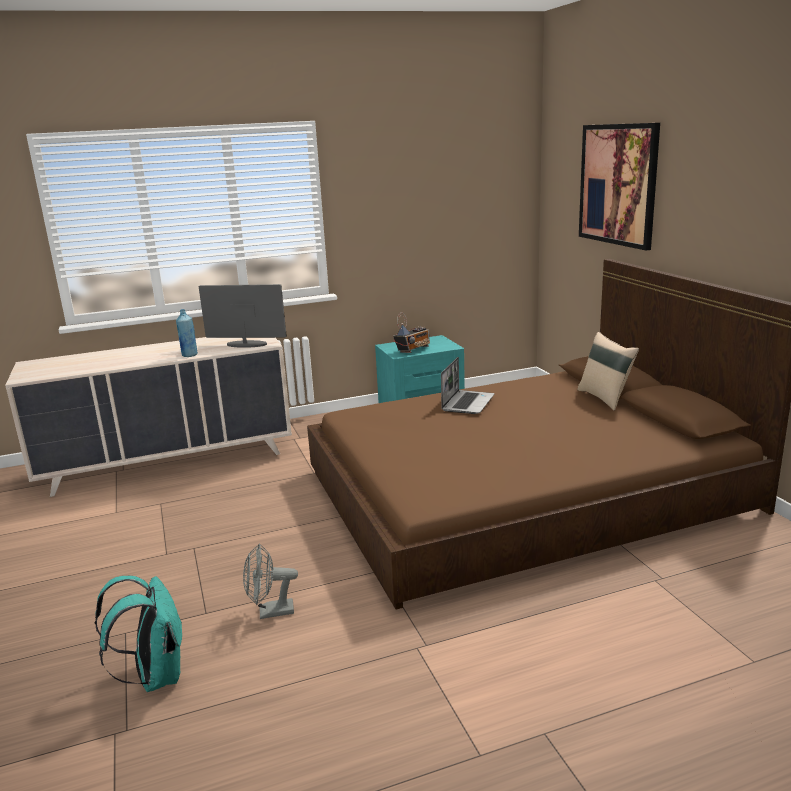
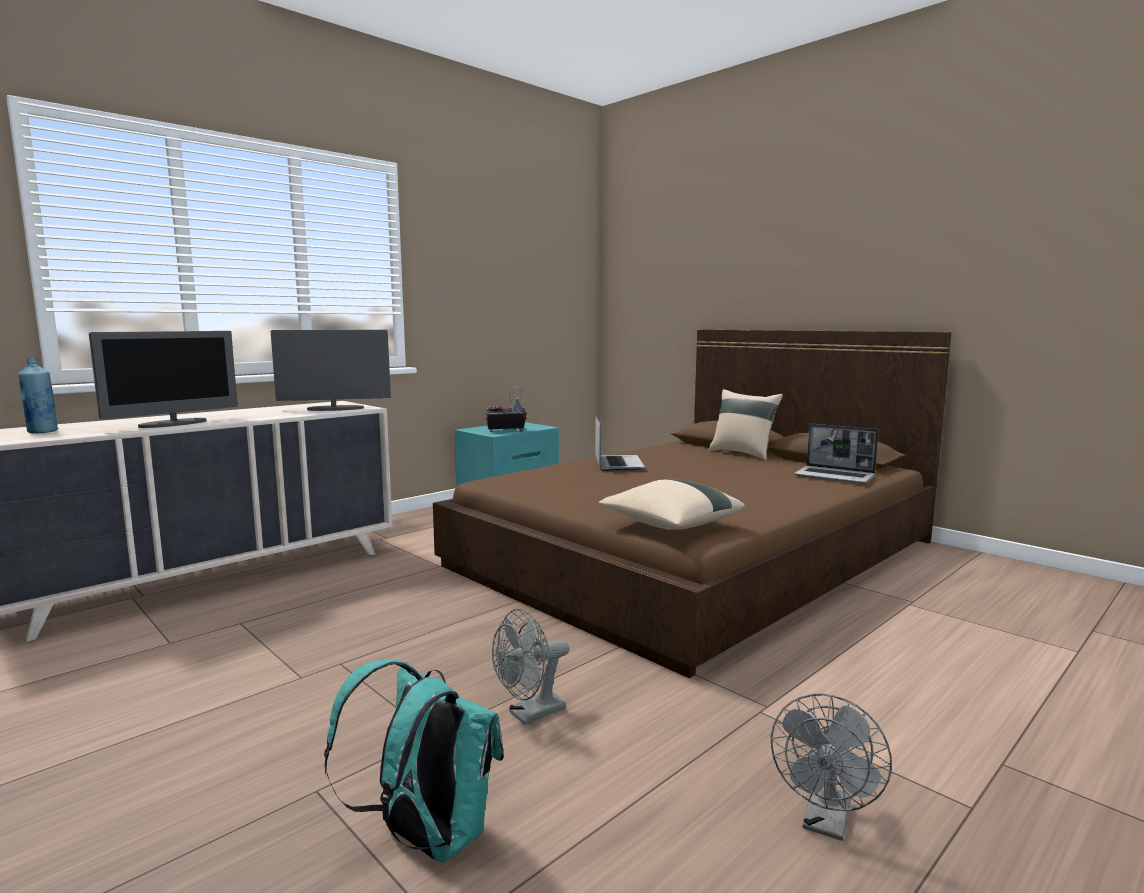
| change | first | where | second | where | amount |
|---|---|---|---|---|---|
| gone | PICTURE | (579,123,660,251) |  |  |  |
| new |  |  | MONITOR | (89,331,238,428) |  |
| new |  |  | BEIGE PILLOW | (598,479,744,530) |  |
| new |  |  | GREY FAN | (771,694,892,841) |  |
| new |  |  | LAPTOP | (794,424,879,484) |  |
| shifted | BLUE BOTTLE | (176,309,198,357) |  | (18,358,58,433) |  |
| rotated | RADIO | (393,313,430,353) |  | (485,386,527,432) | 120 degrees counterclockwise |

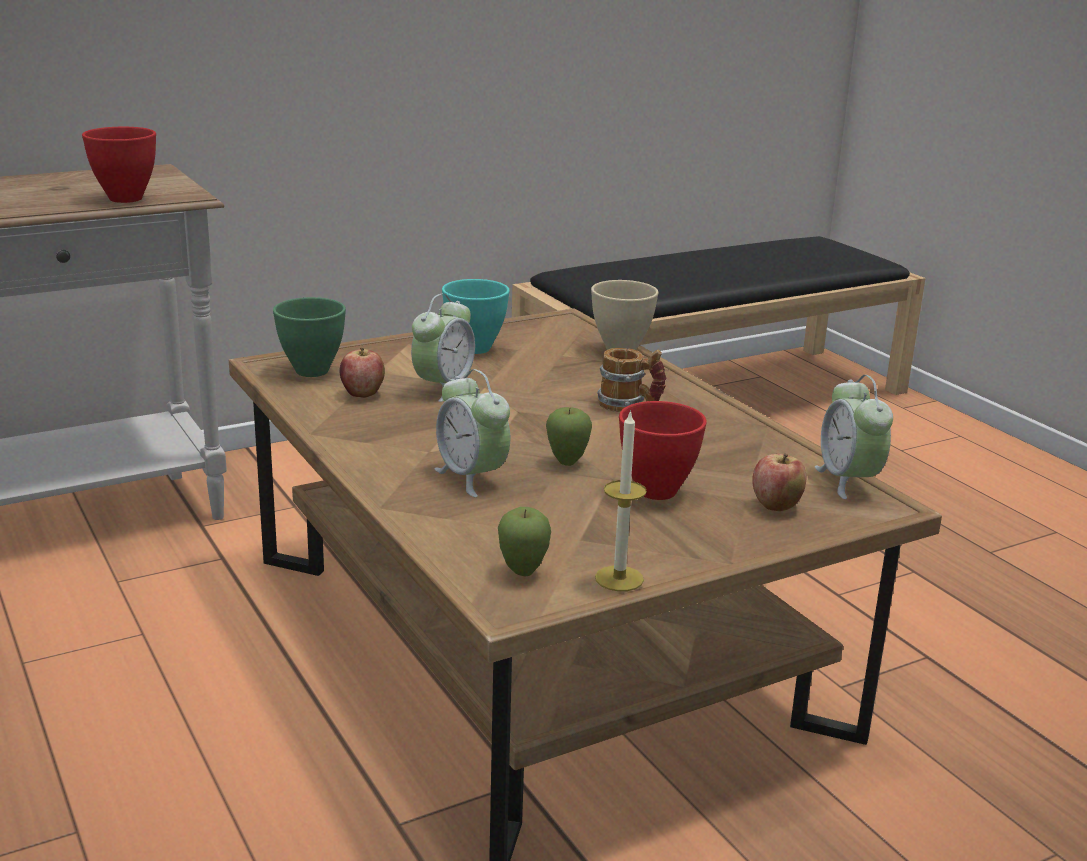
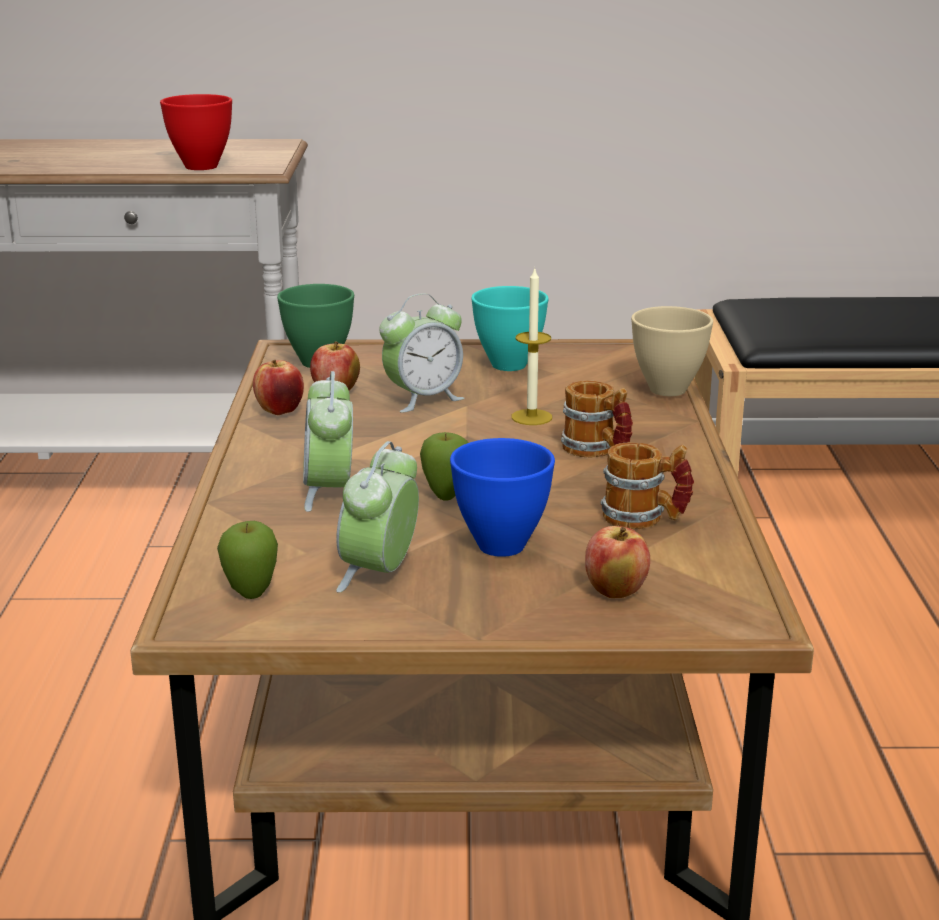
| change | first | where | second | where | amount |
|---|---|---|---|---|---|
| new |  |  | APPLE | (253,360,304,415) |  |
| new |  |  | MUG | (600,443,694,529) |  |
| shifted | CANDLE | (595,410,647,591) |  | (511,267,552,425) |  |
| shifted | ALARM CLOCK | (815,375,893,499) |  | (336,441,419,593) |  |
| repainted | RED BOWL | (619,401,707,500) | BLUE BOWL | (450,438,555,557) |  |

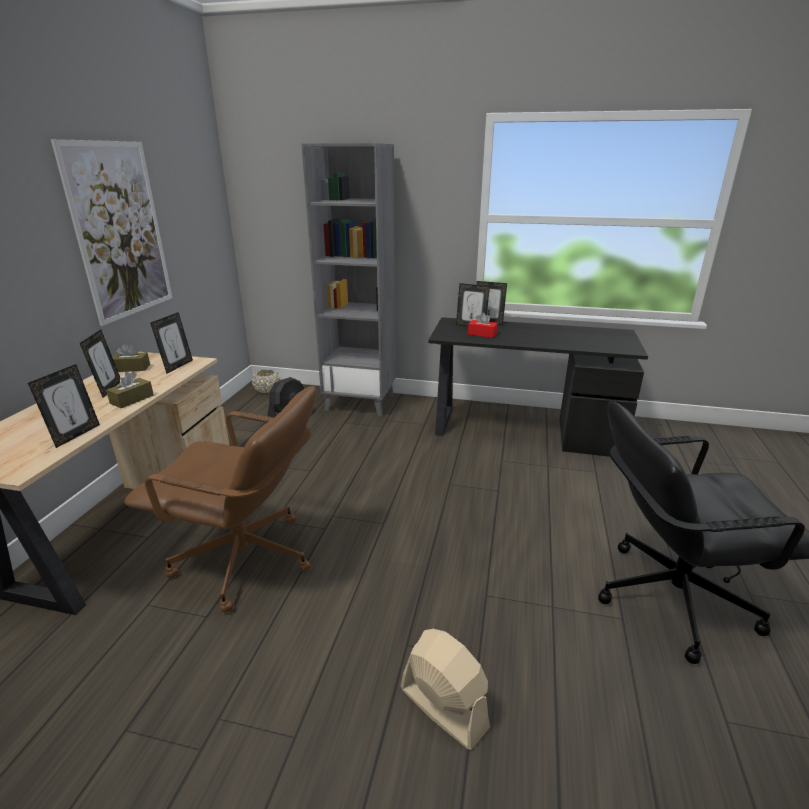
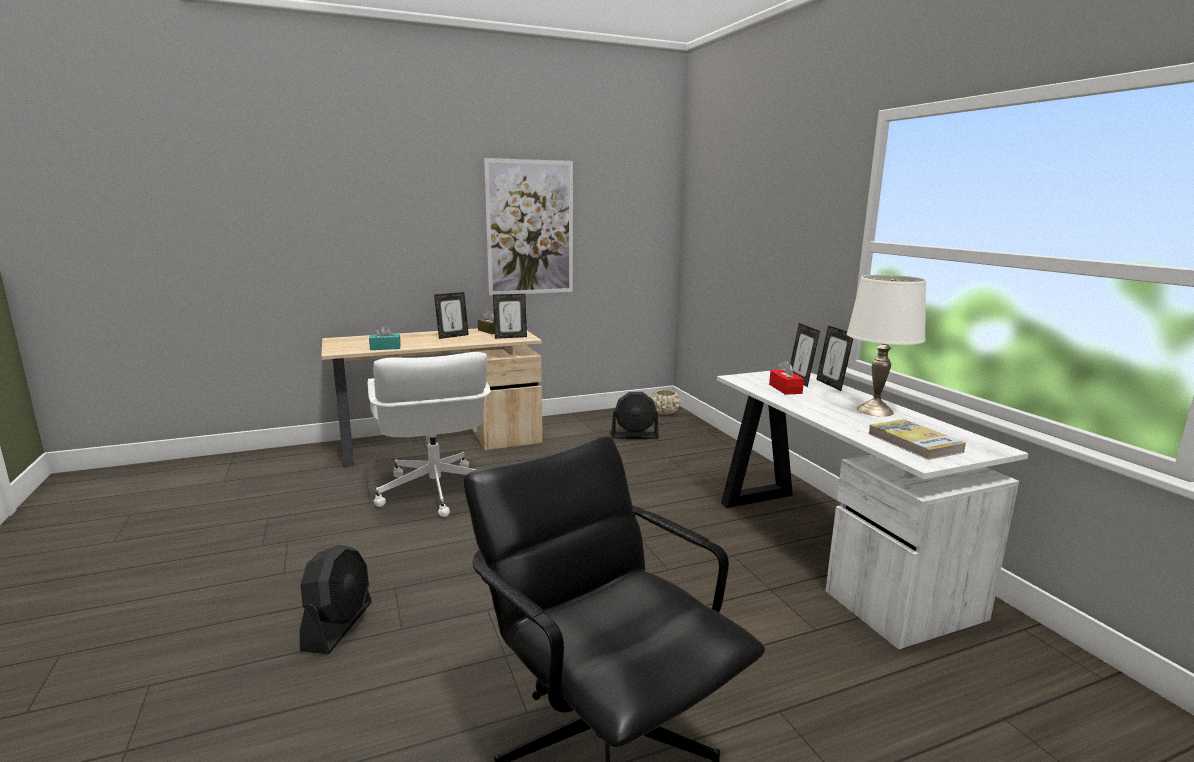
| change | first | where | second | where | amount |
|---|---|---|---|---|---|
| gone | BROWN TISSUE BOX | (106,372,154,408) |  |  |  |
| gone | GREY BOOKCASE | (301,143,396,417) |  |  |  |
| new |  |  | WHITE TABLE LAMP | (847,275,926,417) |  |
| new |  |  | BOOK | (868,419,966,460) |  |
| swapped | PICTURE FRAME | (28,364,100,448) | TURQUOISE TISSUE BOX | (369,324,401,350) |  |
| repainted | BROWN OFFICE CHAIR | (124,386,316,612) | WHITE OFFICE CHAIR | (367,352,491,517) |  |
| repainted | BEIGE FAN | (401,629,490,750) | BLACK FAN | (300,545,371,655) |  |
| repainted | BLACK DESK | (428,317,648,457) | WHITE DESK | (717,369,1029,650) |  |

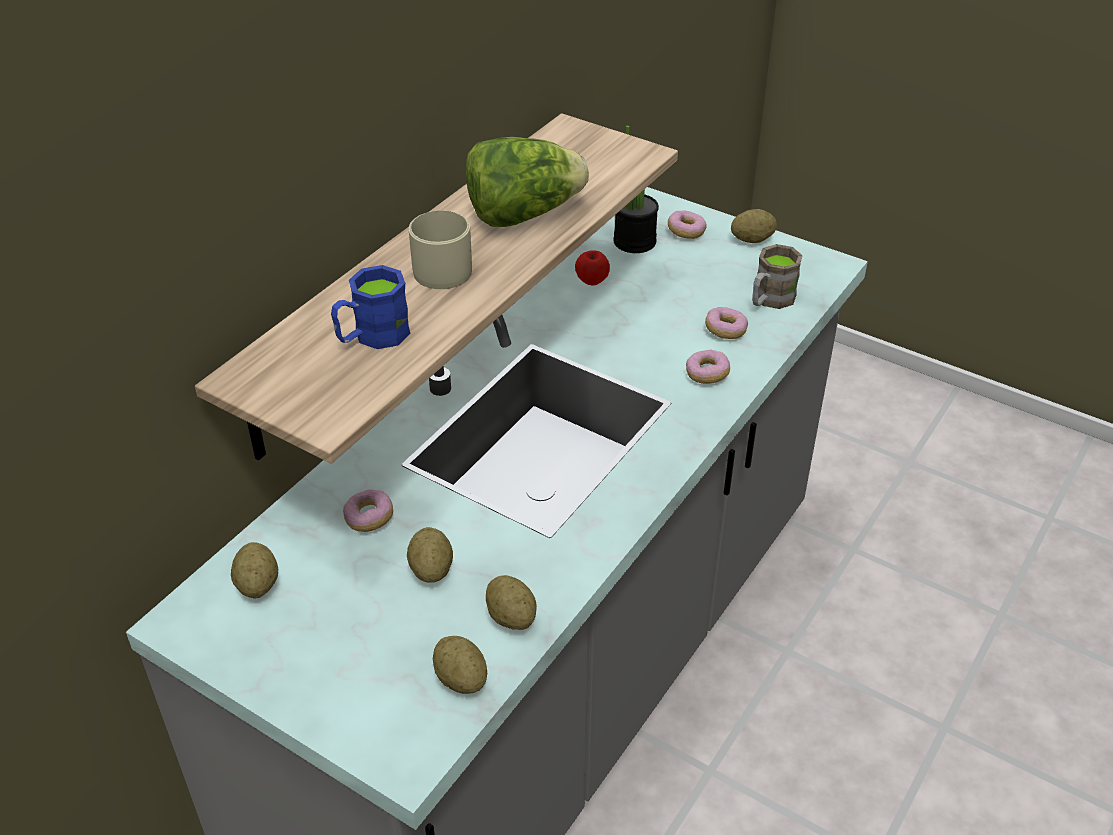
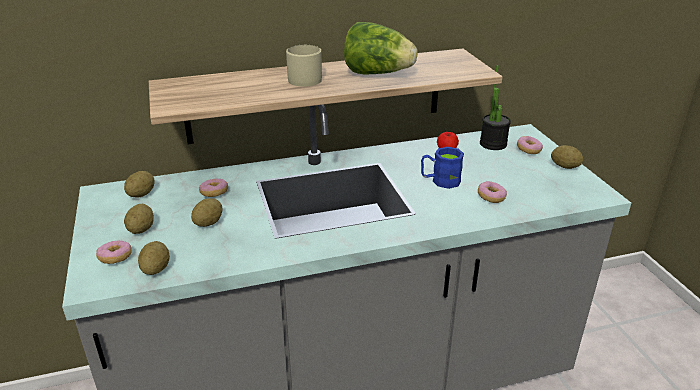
| change | first | where | second | where | amount |
|---|---|---|---|---|---|
| gone | BROWN MUG | (752,244,802,309) |  |  |  |
| shifted | BLUE MUG | (331,265,411,349) |  | (421,147,464,189) |  |
| shifted | POTATO | (486,575,537,630) |  | (124,204,154,234) |  |
| shifted | DONUT | (686,350,730,384) |  | (96,240,132,264) |  |

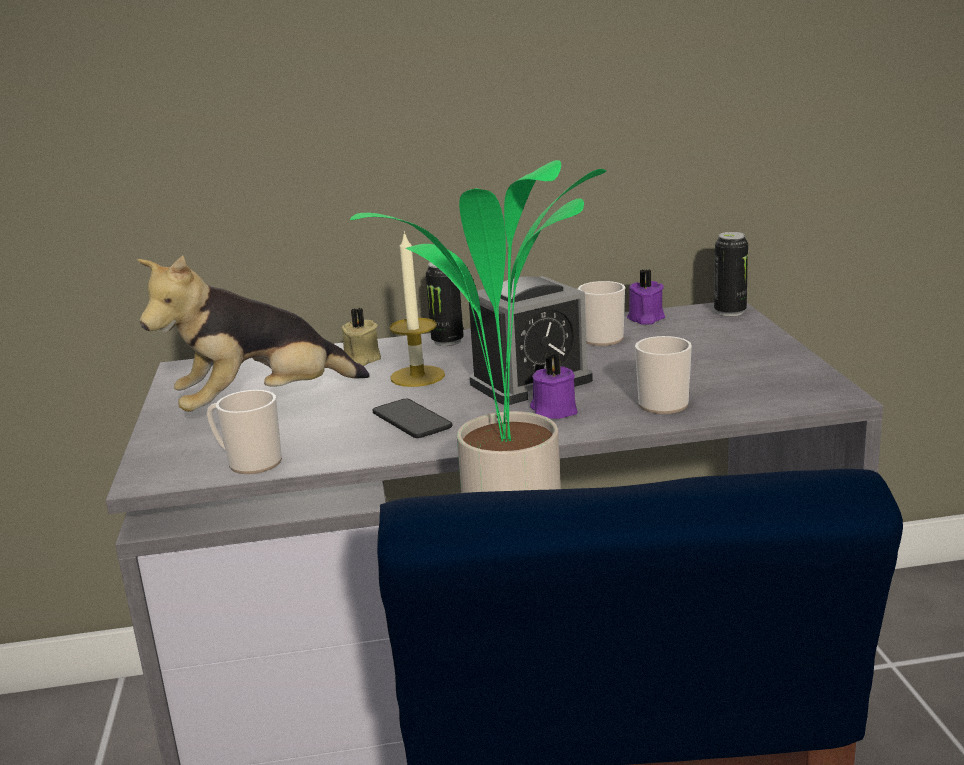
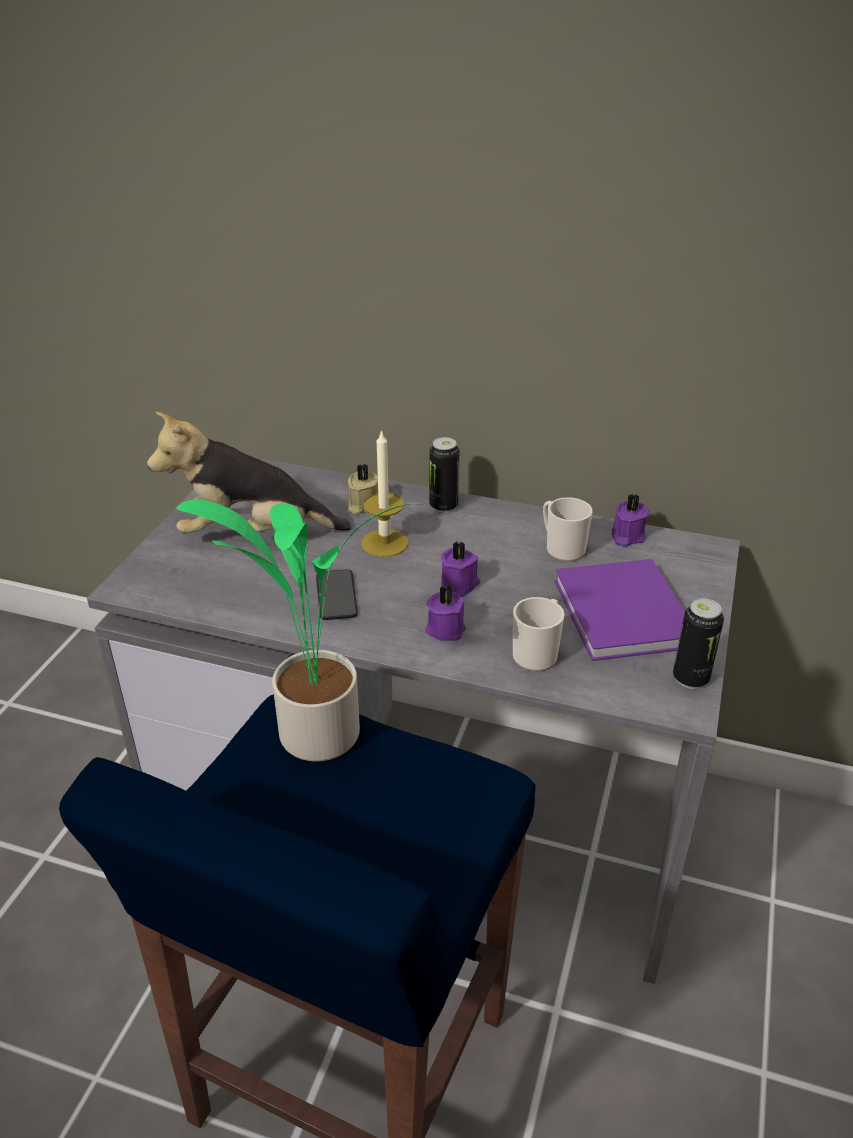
| change | first | where | second | where | amount |
|---|---|---|---|---|---|
| gone | MUG | (207,390,282,474) |  |  |  |
| new |  |  | PURPLE BOOK | (555,559,685,661) |  |
| shifted | CAN | (714,232,748,316) |  | (673,598,724,689) |  |
| swapped | ALARM CLOCK | (469,276,593,405) | PURPLE CANDLE | (441,541,480,597) |  |

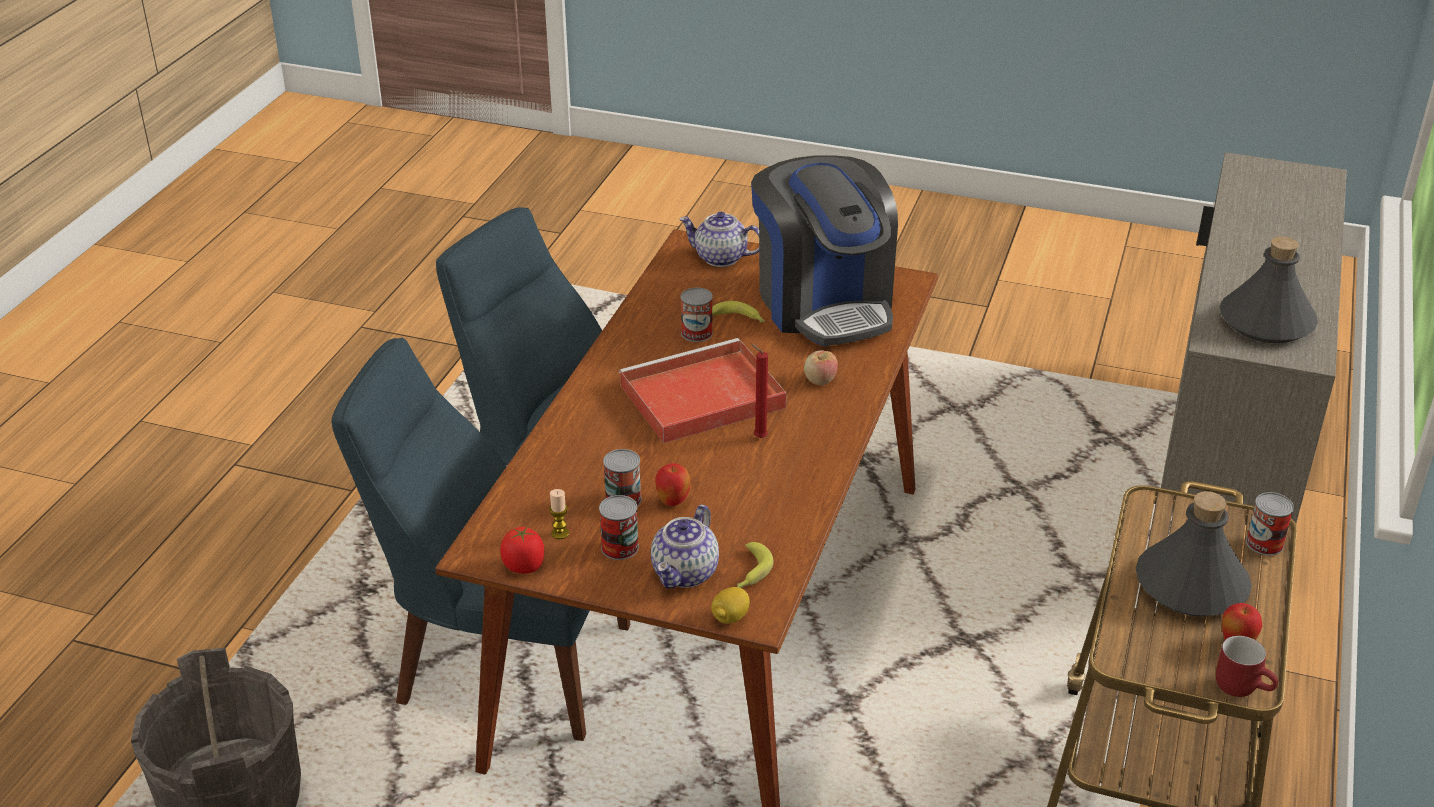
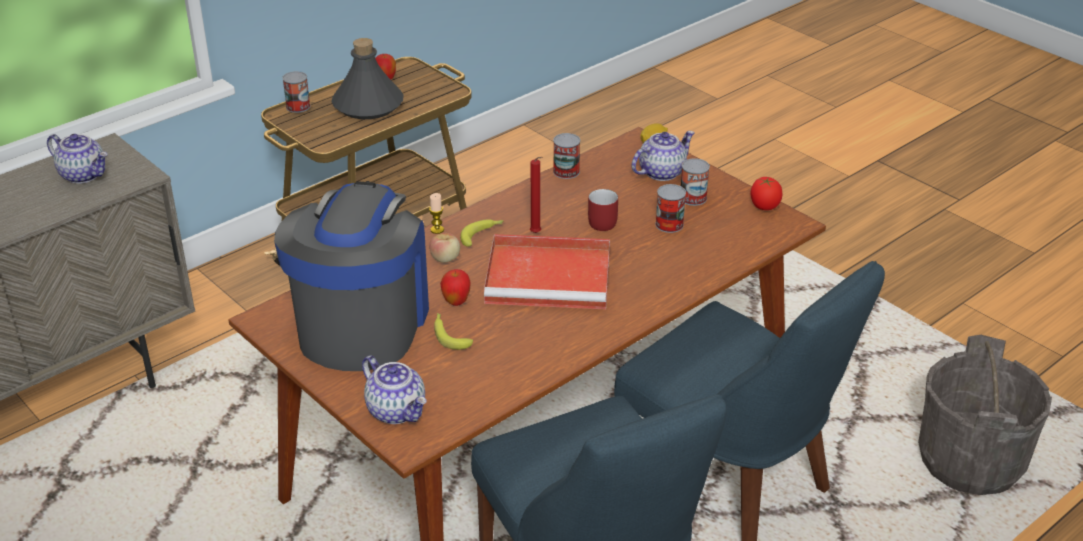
| change | first | where | second | where | amount |
|---|---|---|---|---|---|
| shifted | CANDLE | (549,489,569,539) |  | (429,193,444,234) |  |
| shifted | APPLE | (655,463,691,506) |  | (440,269,471,306) |  |
| shifted | CAN | (681,287,713,342) |  | (553,133,580,179) |  |
| shifted | BANANA | (737,542,774,588) |  | (460,219,504,247) |  |
| shifted | RED MUG | (1216,636,1278,697) |  | (588,189,618,231) |  |
| swapped | GREY BOTTLE | (1220,236,1318,343) | TEAPOT | (47,134,107,184) |  |

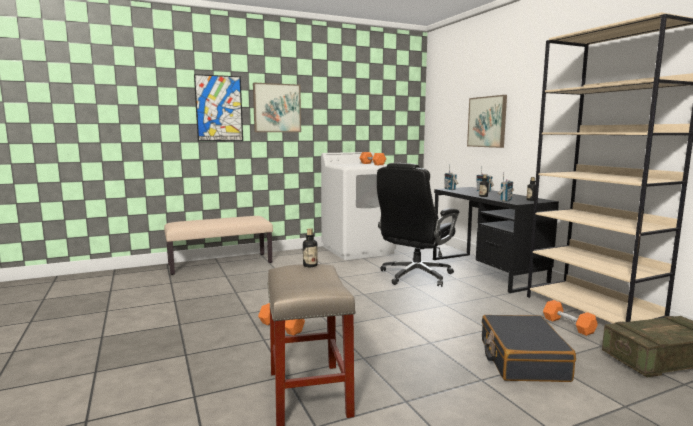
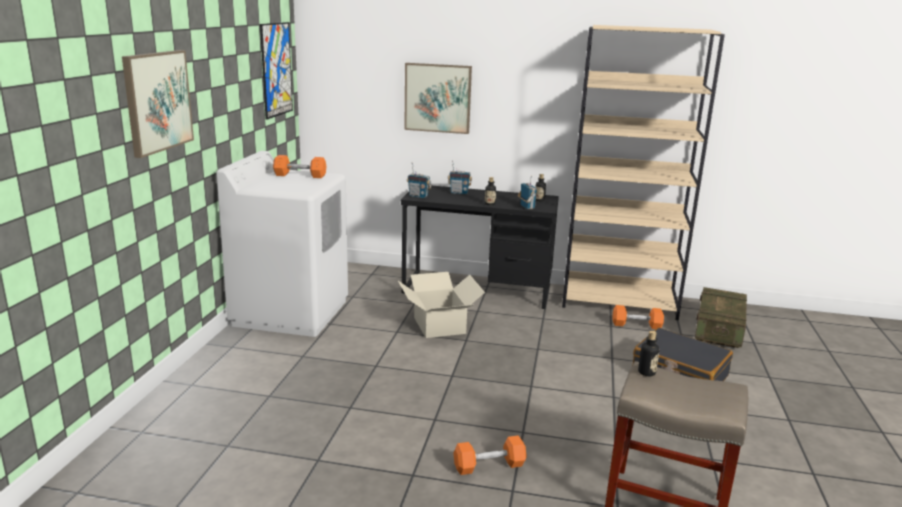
| change | first | where | second | where | amount |
|---|---|---|---|---|---|
| gone | BEIGE BENCH | (164,216,273,275) |  |  |  |
| shifted | PICTURE | (194,74,243,142) |  | (260,22,293,120) |  |
| swapped | BLACK OFFICE CHAIR | (377,163,459,287) | CARDBOARD BOX | (398,272,485,338) |  |

